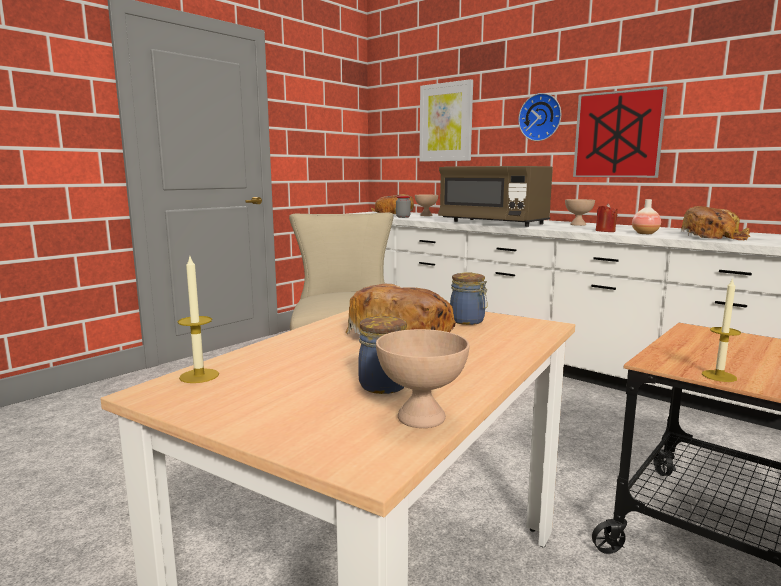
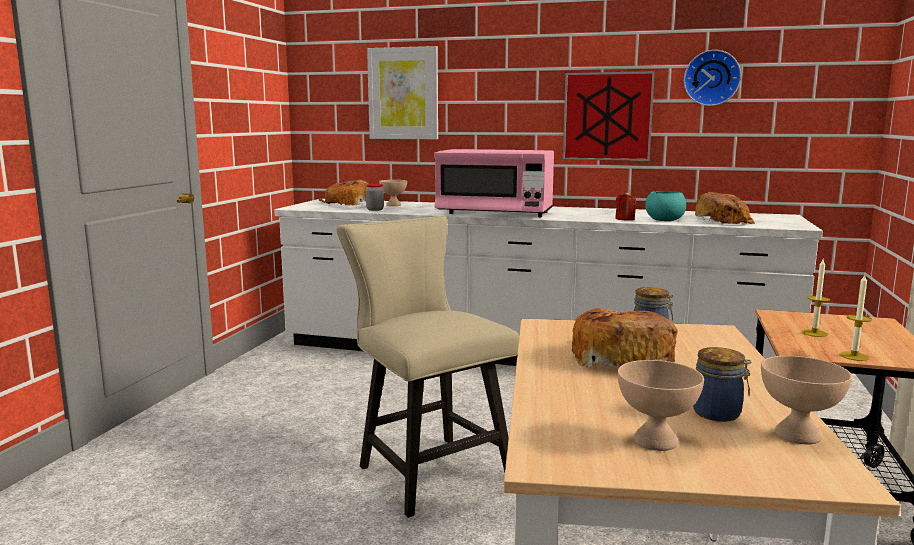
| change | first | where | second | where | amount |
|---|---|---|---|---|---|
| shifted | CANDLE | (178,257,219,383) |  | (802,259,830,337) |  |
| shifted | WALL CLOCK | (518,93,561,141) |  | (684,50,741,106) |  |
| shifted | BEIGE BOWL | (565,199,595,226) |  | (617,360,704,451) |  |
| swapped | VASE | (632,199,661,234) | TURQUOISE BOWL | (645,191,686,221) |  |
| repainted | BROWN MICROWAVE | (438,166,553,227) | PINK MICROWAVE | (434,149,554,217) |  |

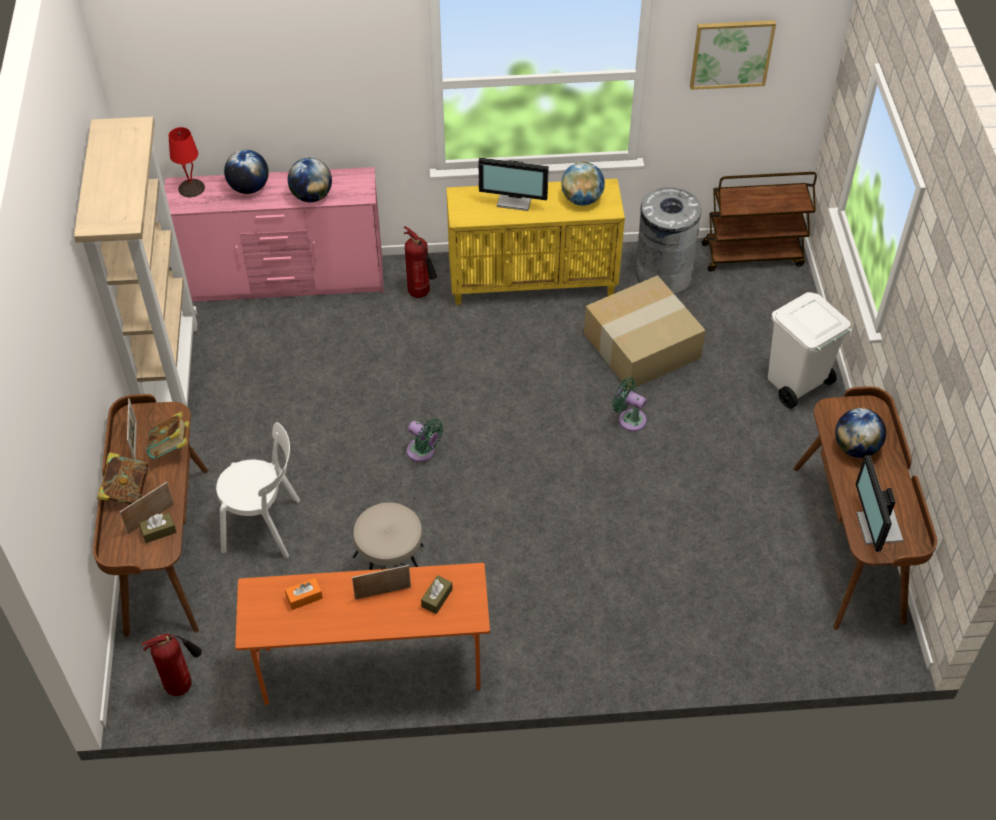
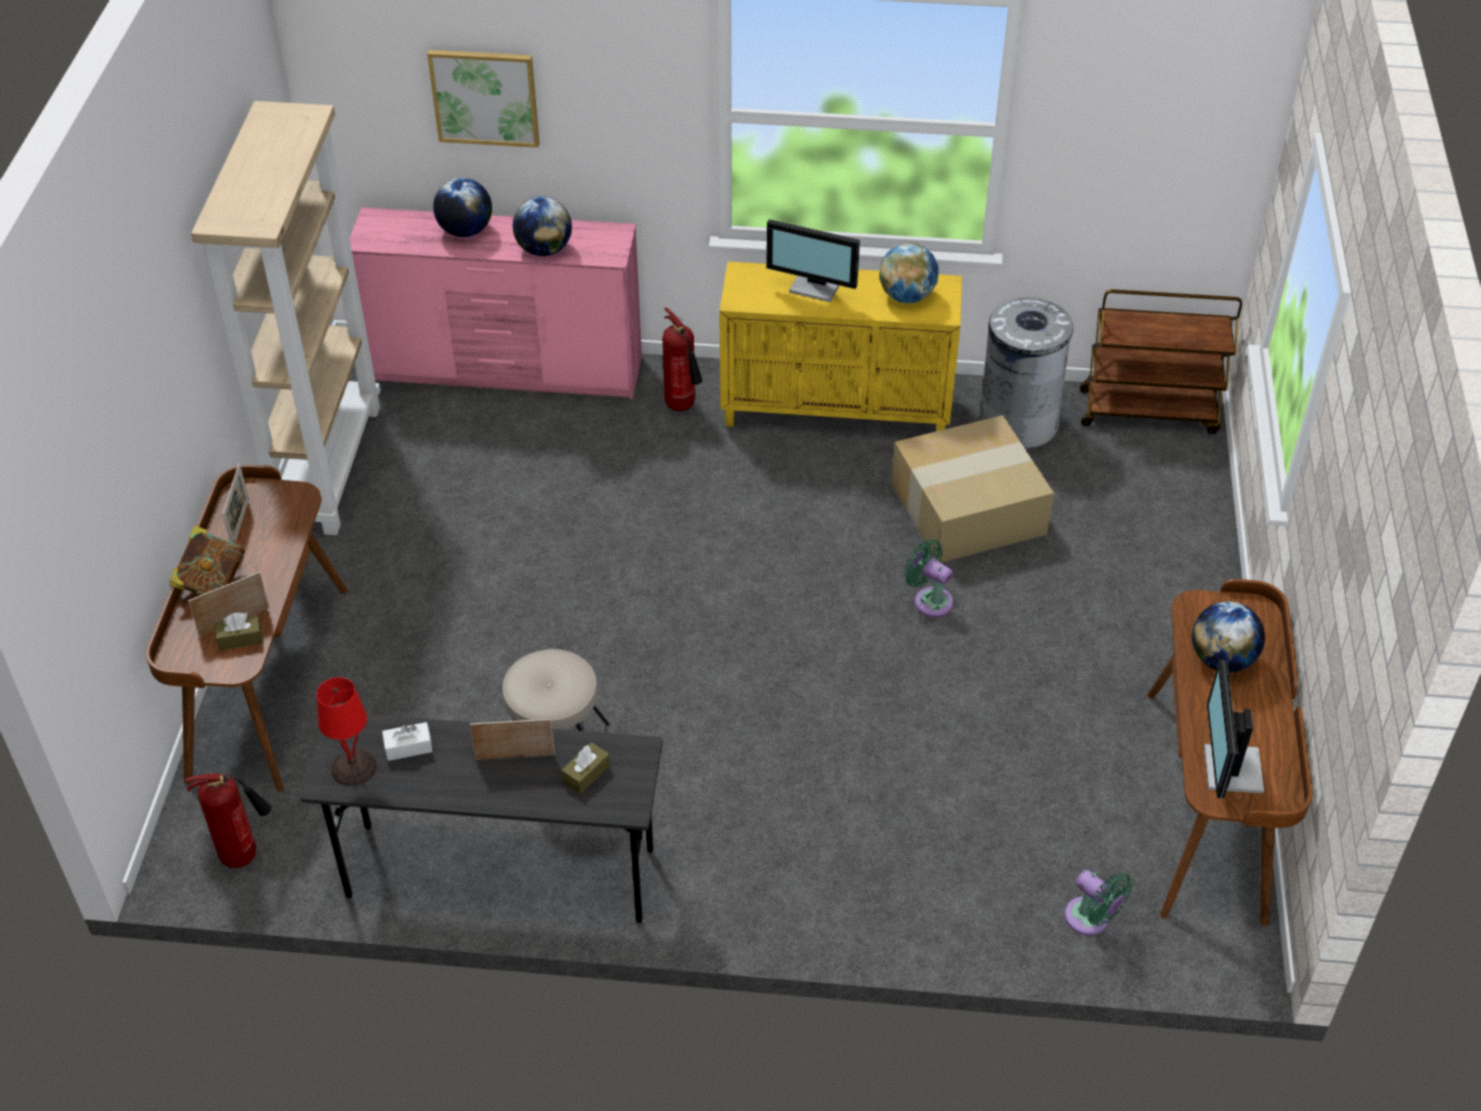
| change | first | where | second | where | amount |
|---|---|---|---|---|---|
| gone | BOOK | (146,411,190,459) |  |  |  |
| gone | WHITE CHAIR | (216,422,300,558) |  |  |  |
| gone | WHITE TRASH CAN | (768,292,852,409) |  |  |  |
| shifted | RED TABLE LAMP | (168,127,205,197) |  | (317,677,377,786) |  |
| shifted | GREEN FAN | (407,419,443,462) |  | (1065,870,1133,935) |  |
| shifted | PICTURE | (690,20,776,90) |  | (427,50,540,148) |  |
| repainted | ORANGE DESK | (235,563,490,705) | GREY DESK | (300,714,663,923) |  |
| repainted | ORANGE TISSUE BOX | (285,578,323,610) | WHITE TISSUE BOX | (382,722,433,761) |  |

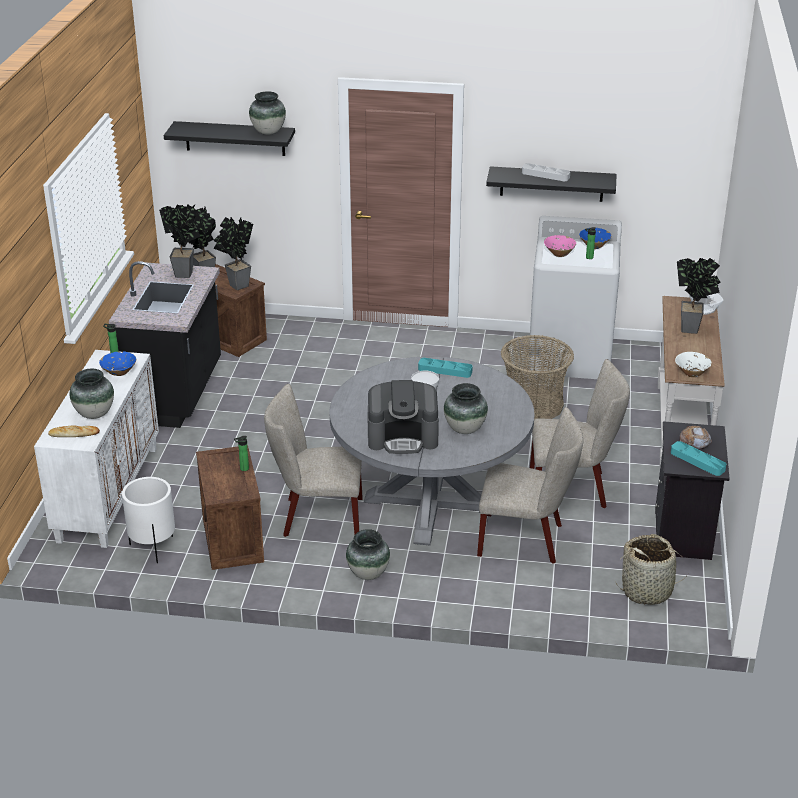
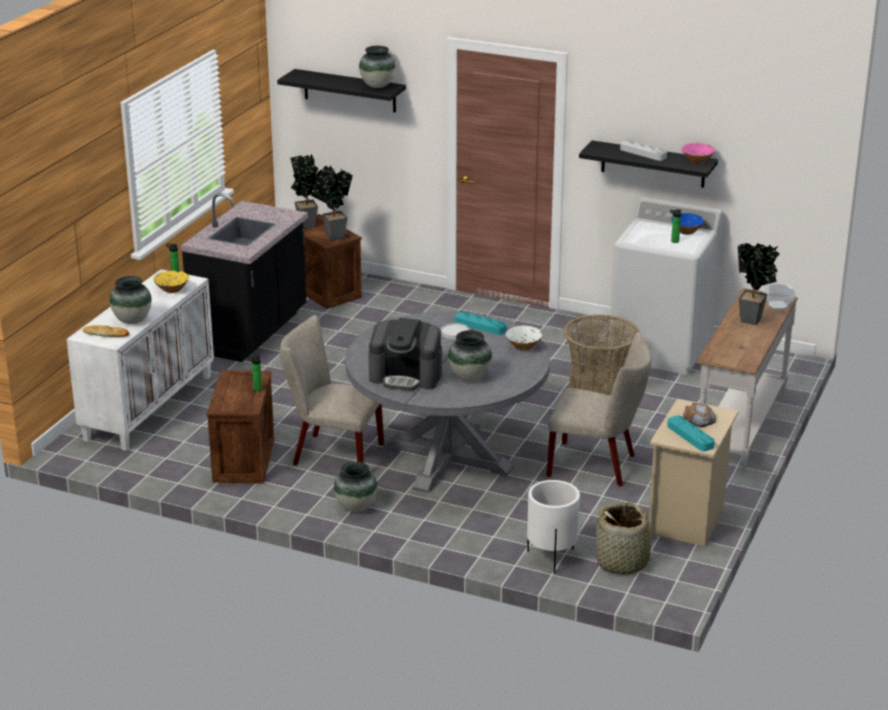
| change | first | where | second | where | amount |
|---|---|---|---|---|---|
| gone | POTTED PLANT | (159,205,200,278) |  |  |  |
| gone | BEIGE CHAIR | (477,407,584,564) |  |  |  |
| shifted | WHITE PLANTER | (122,477,175,563) |  | (527,480,580,573) |  |
| shifted | PINK BOWL | (544,235,576,257) |  | (681,143,715,164) |  |
| shifted | WHITE BOWL | (675,352,712,377) |  | (506,326,543,351) |  |
| repainted | BLUE BOWL | (99,351,136,376) | YELLOW BOWL | (153,271,189,293) |  |
| repainted | BLACK NIGHTSTAND | (655,421,730,560) | BEIGE NIGHTSTAND | (649,399,738,546) |  |

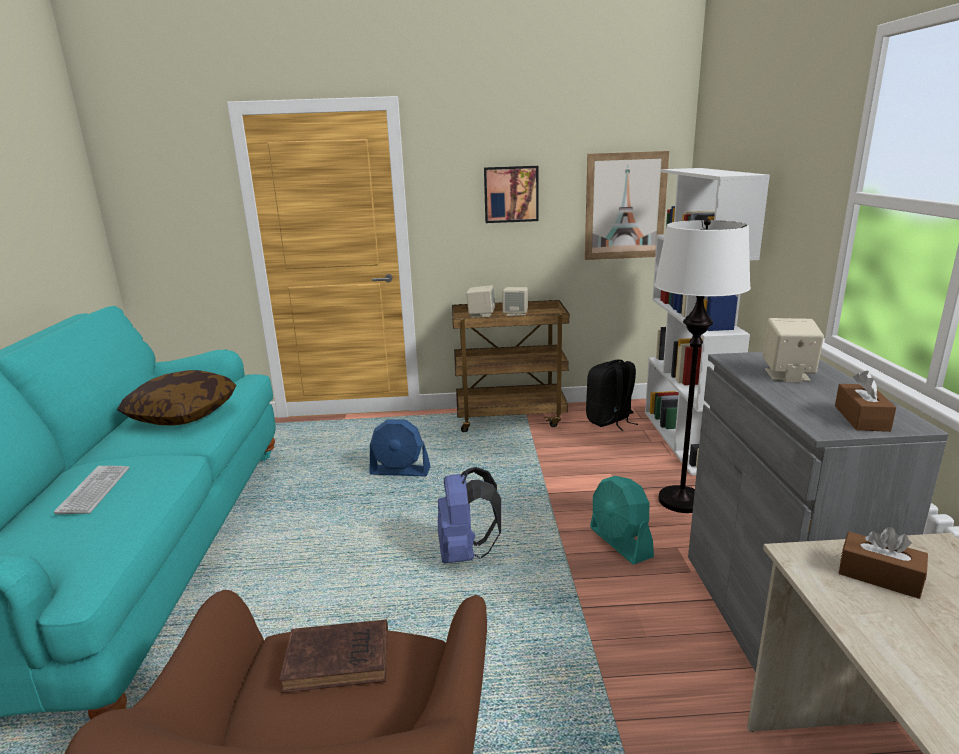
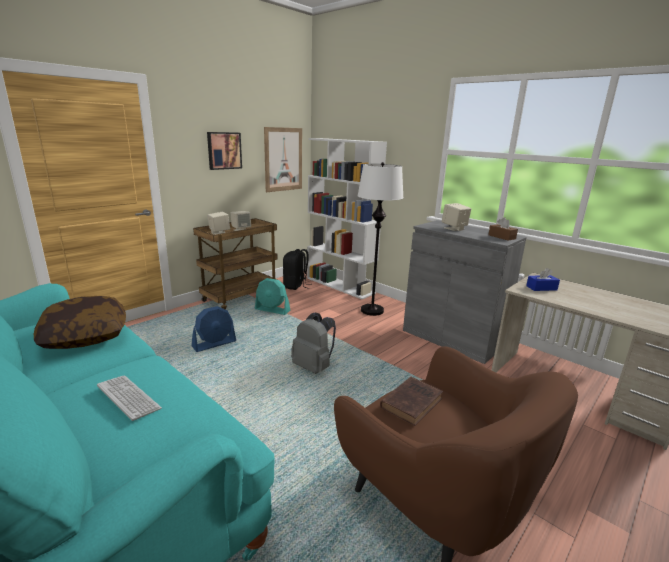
| change | first | where | second | where | amount |
|---|---|---|---|---|---|
| shifted | TURQUOISE FAN | (590,476,654,565) |  | (255,278,290,315) |  |
| repainted | BLUE BACKPACK | (438,467,501,563) | GREY BACKPACK | (291,313,336,374) |  |
| repainted | BROWN TISSUE BOX | (839,527,928,599) | BLUE TISSUE BOX | (526,268,560,291) |  |

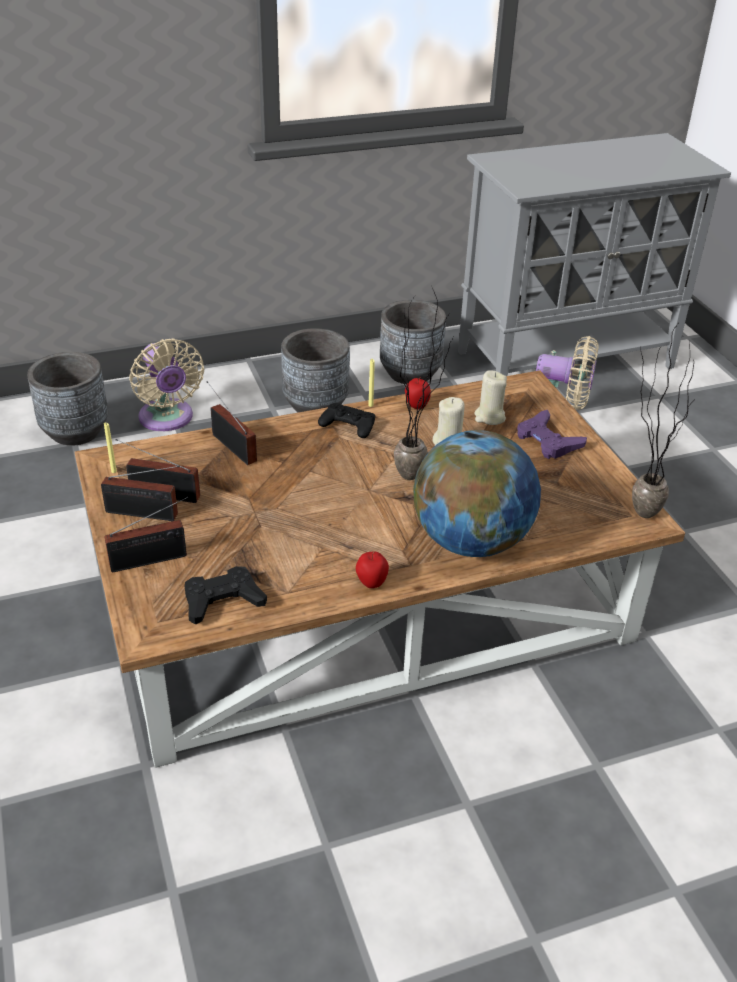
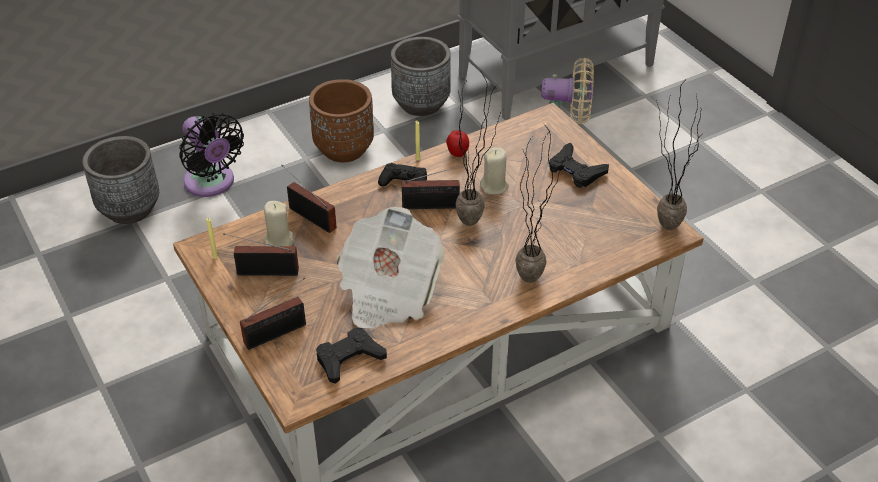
| change | first | where | second | where | amount |
|---|---|---|---|---|---|
| gone | APPLE | (356,551,389,588) |  |  |  |
| new |  |  | NEWSPAPER | (337,207,445,328) |  |
| shifted | RADIO | (101,466,180,521) |  | (402,164,466,209) |  |
| shifted | BEIGE CANDLE | (474,370,507,425) |  | (264,201,294,246) |  |
| swapped | GLOBE | (413,430,541,557) | POTTED PLANT | (515,123,569,283) |  |
| repainted | BEIGE FAN | (129,338,204,431) | BLACK FAN | (179,113,244,197) |  |
| repainted | GREY PLANTER | (281,328,350,413) | BROWN PLANTER | (309,79,374,162) |  |
| repainted | PURPLE GAME CONTROLLER | (517,410,587,459) | BLACK GAME CONTROLLER | (549,143,609,188) |  |

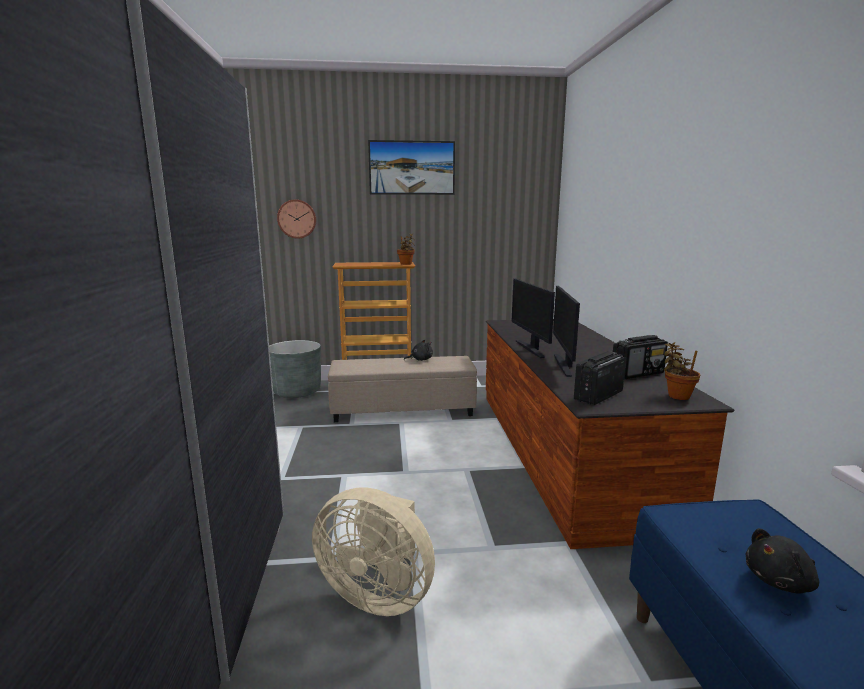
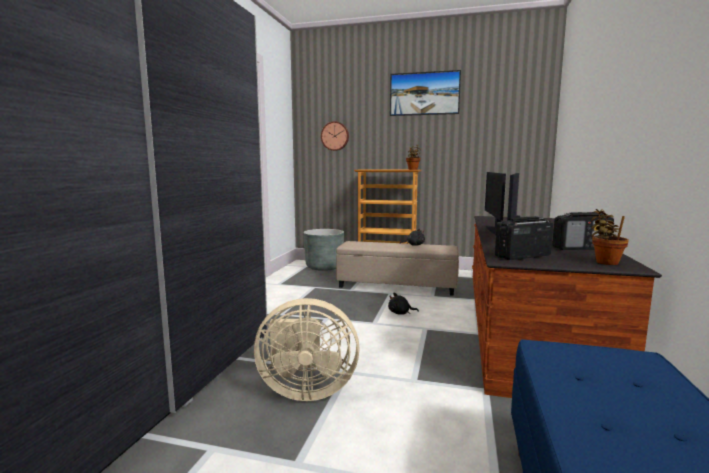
| change | first | where | second | where | amount |
|---|---|---|---|---|---|
| shifted | BLACK PLUSH TOY | (746,528,819,594) |  | (388,293,419,315) |  |
| rotated | BEIGE FAN | (312,487,435,616) |  | (254,298,360,401) | 45 degrees counterclockwise |

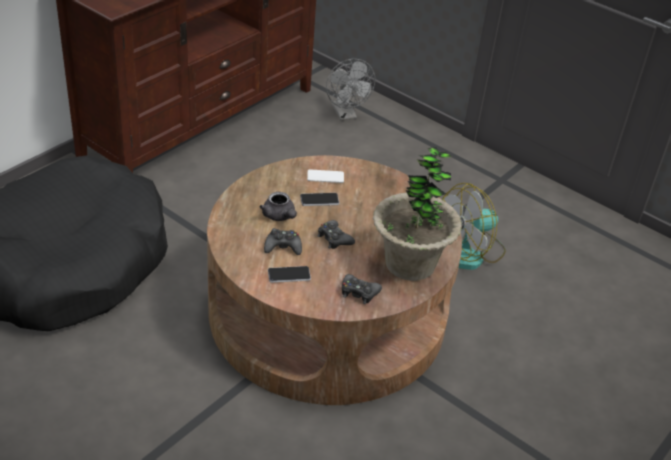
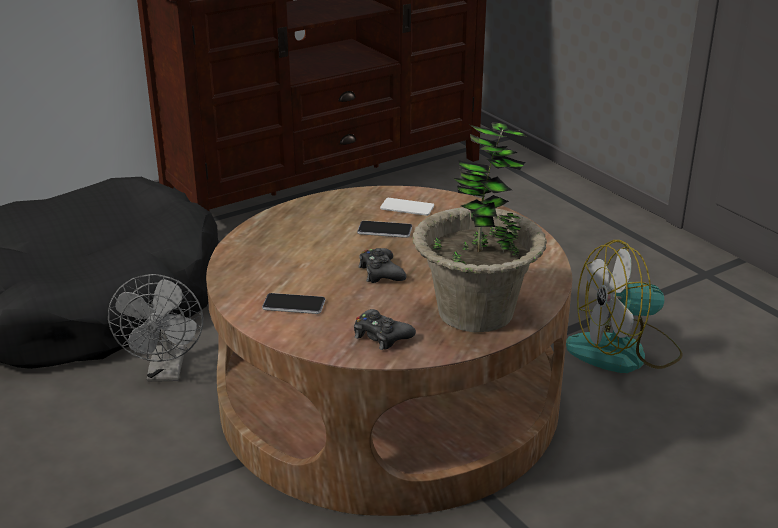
| change | first | where | second | where | amount |
|---|---|---|---|---|---|
| gone | GREY TEAPOT | (260,192,297,221) |  |  |  |
| gone | BLACK GAME CONTROLLER | (264,228,302,255) |  |  |  |
| shifted | GREY FAN | (326,59,375,121) |  | (108,274,203,382) |  |

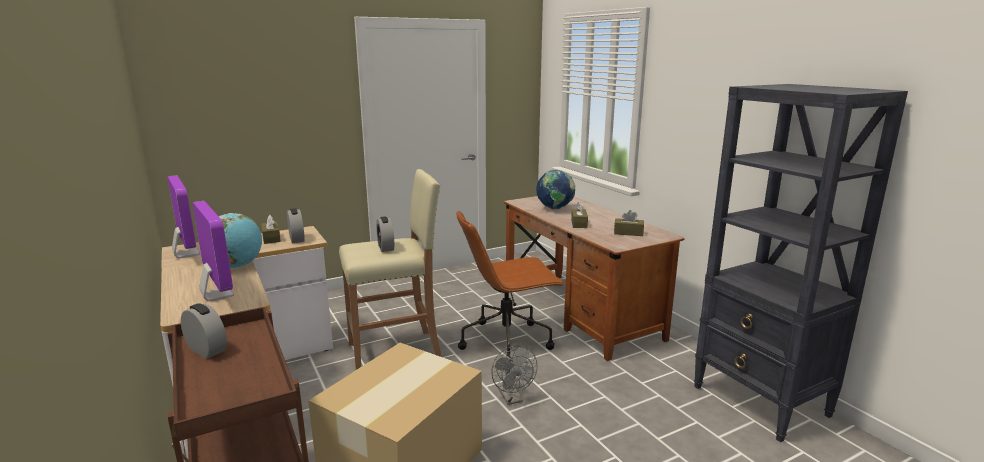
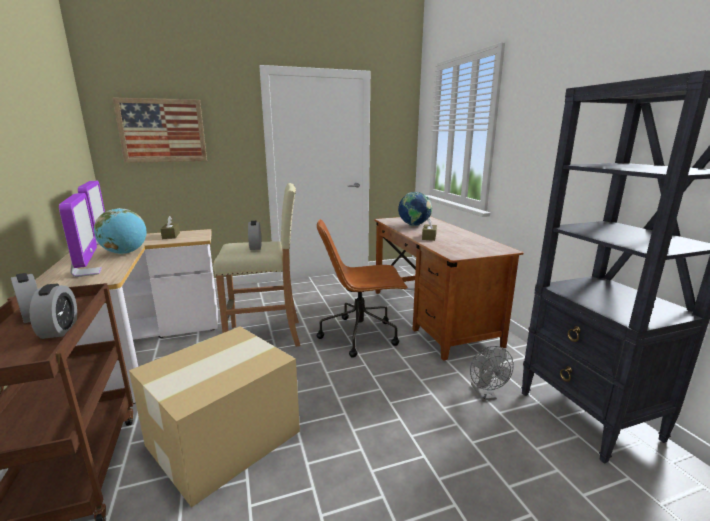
| change | first | where | second | where | amount |
|---|---|---|---|---|---|
| gone | BROWN TISSUE BOX | (614,210,644,236) |  |  |  |
| new |  |  | PICTURE | (112,97,207,163) |  |
| shifted | ALARM CLOCK | (287,208,305,243) |  | (30,284,77,339) |  |
| shifted | GREY FAN | (491,345,537,405) |  | (470,346,514,401) |  |

